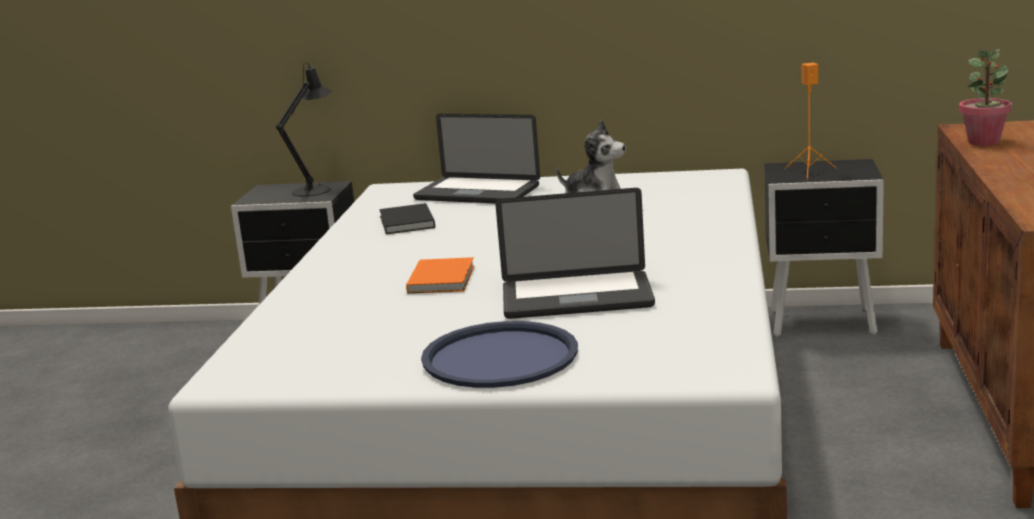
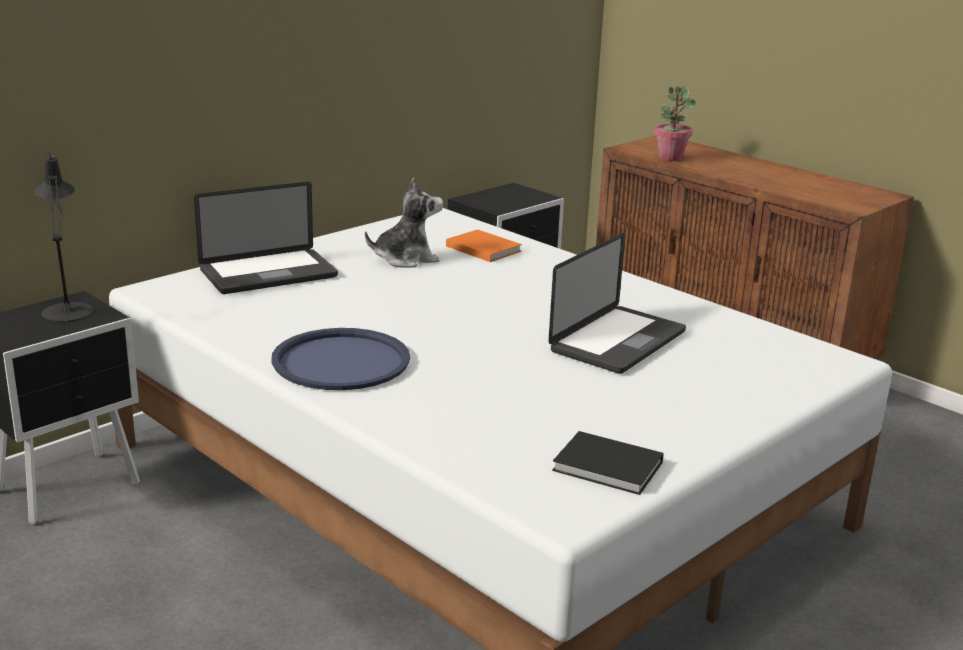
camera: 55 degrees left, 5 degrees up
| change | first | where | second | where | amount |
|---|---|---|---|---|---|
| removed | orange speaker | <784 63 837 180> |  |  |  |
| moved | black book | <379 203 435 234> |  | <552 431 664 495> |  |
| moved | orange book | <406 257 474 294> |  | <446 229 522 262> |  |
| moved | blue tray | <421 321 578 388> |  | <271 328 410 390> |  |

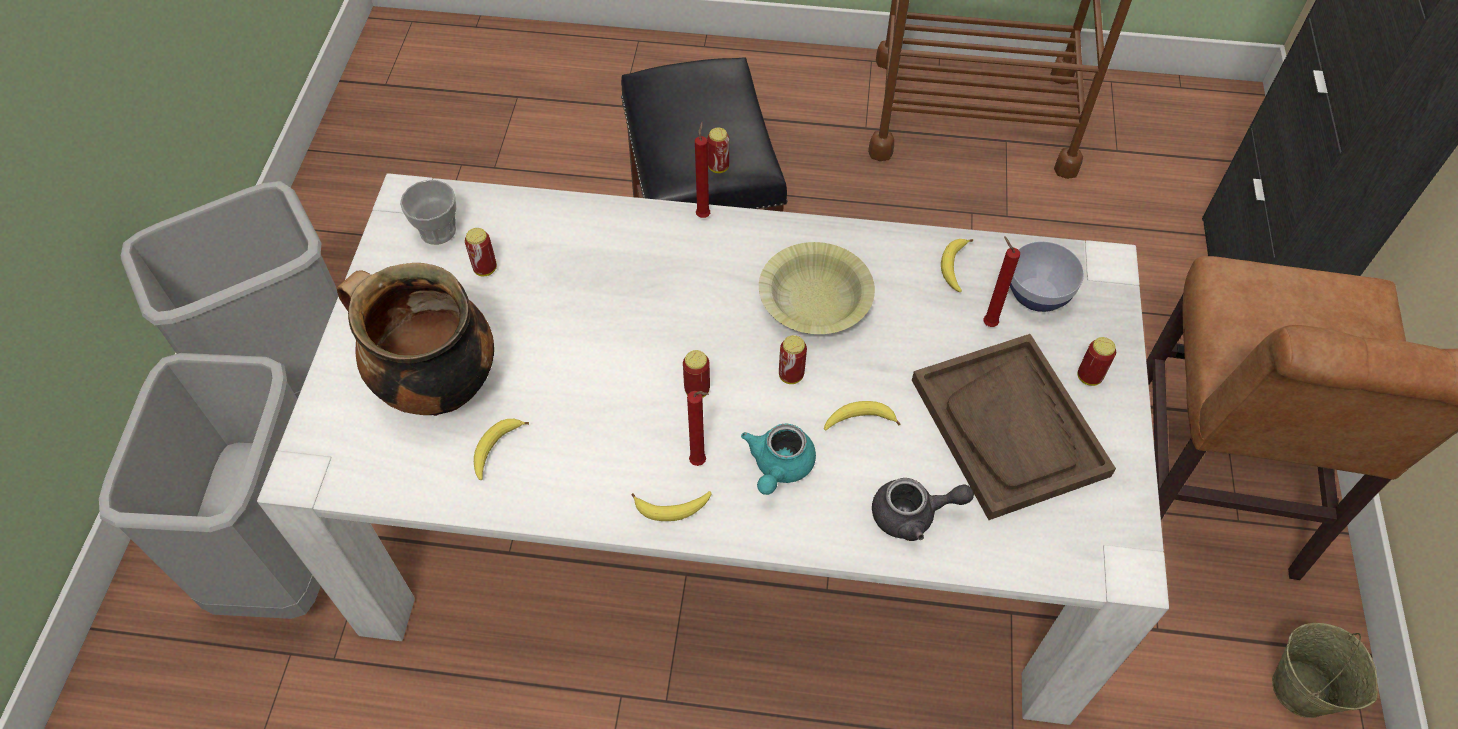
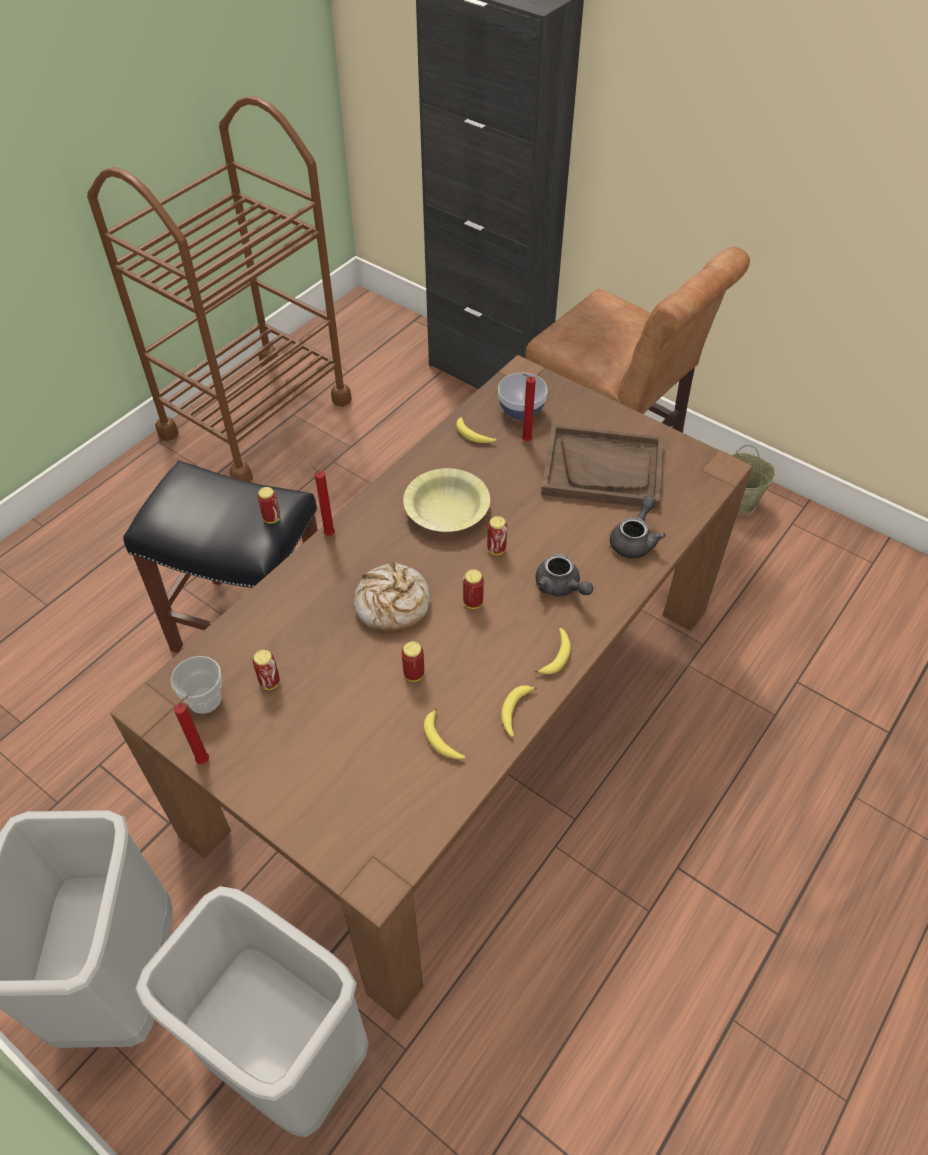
camera: 60 degrees left, 5 degrees down
| change | first | where | second | where | amount |
|---|---|---|---|---|---|
| removed | cooking pot | <337 263 494 416> |  |  |  |
| added |  |  | bread | <353 561 431 631> |  |
| moved | red candle | <687 391 709 466> |  | <174 695 209 764> |  |
| moved | banana | <824 401 900 431> |  | <501 685 537 737> |  |
| moved | can | <1078 337 1116 386> |  | <402 641 424 682> |  |
| recoloured | white dining table | <257 173 1169 725> | brown dining table | <110 355 753 1020> |  |
| recoloured | turquoise teapot | <741 424 816 495> | grey teapot | <536 554 593 596> |  |

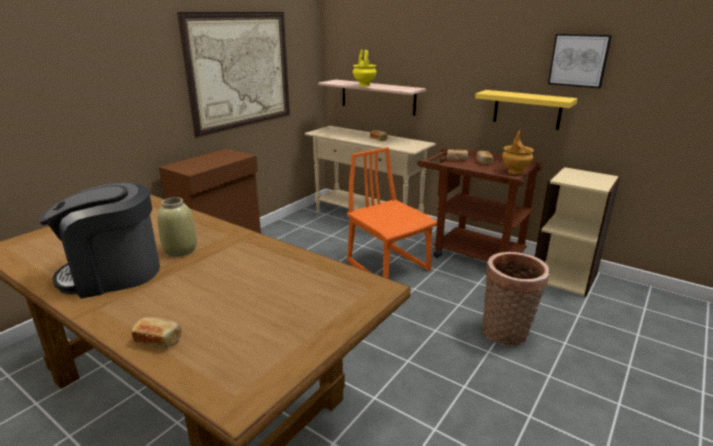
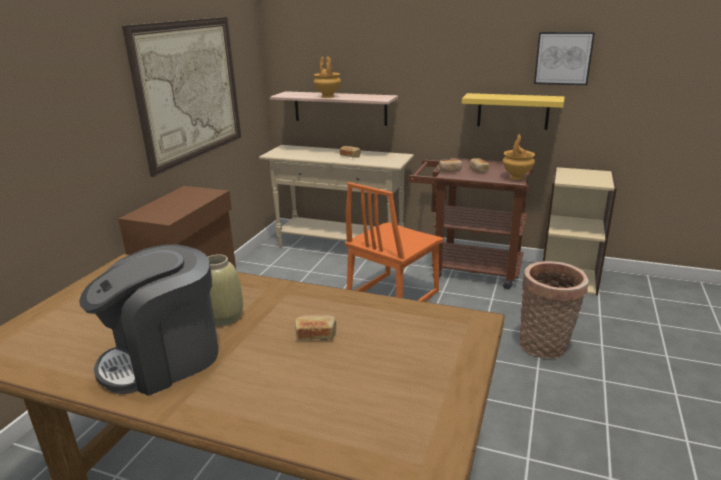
camera: 15 degrees left, 0 degrees up
| change | first | where | second | where | amount |
|---|---|---|---|---|---|
| moved | bread | <131 317 181 348> |  | <295 315 336 340> |  |
| recoloured | yellow vase | <353 50 377 87> | brown vase | <314 56 341 98> |  |
| turned | orange chair | <347 147 437 279> |  | <345 182 444 302> | 90 degrees counterclockwise |

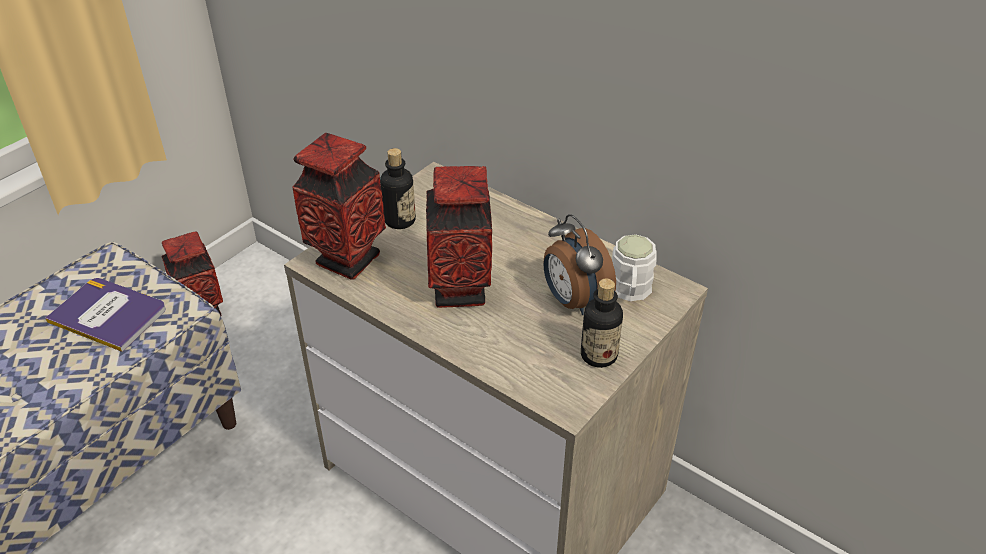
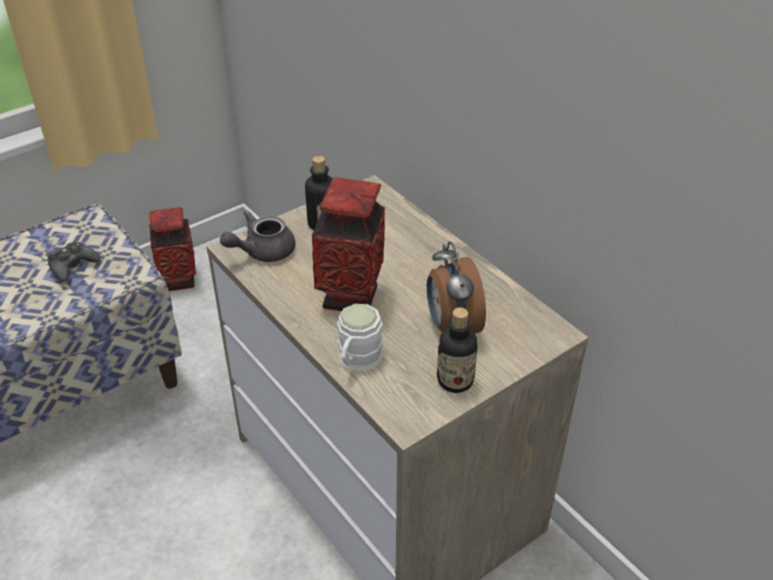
camera: 15 degrees right, 0 degrees up
| change | first | where | second | where | amount |
|---|---|---|---|---|---|
| moved | white mug | <612 234 657 301> |  | <337 304 383 371> |  |
| replaced | book | <45 278 166 352> | black game controller | <48 242 101 282> |  |
| replaced | vase | <292 133 386 279> | grey teapot | <220 210 295 262> |  |

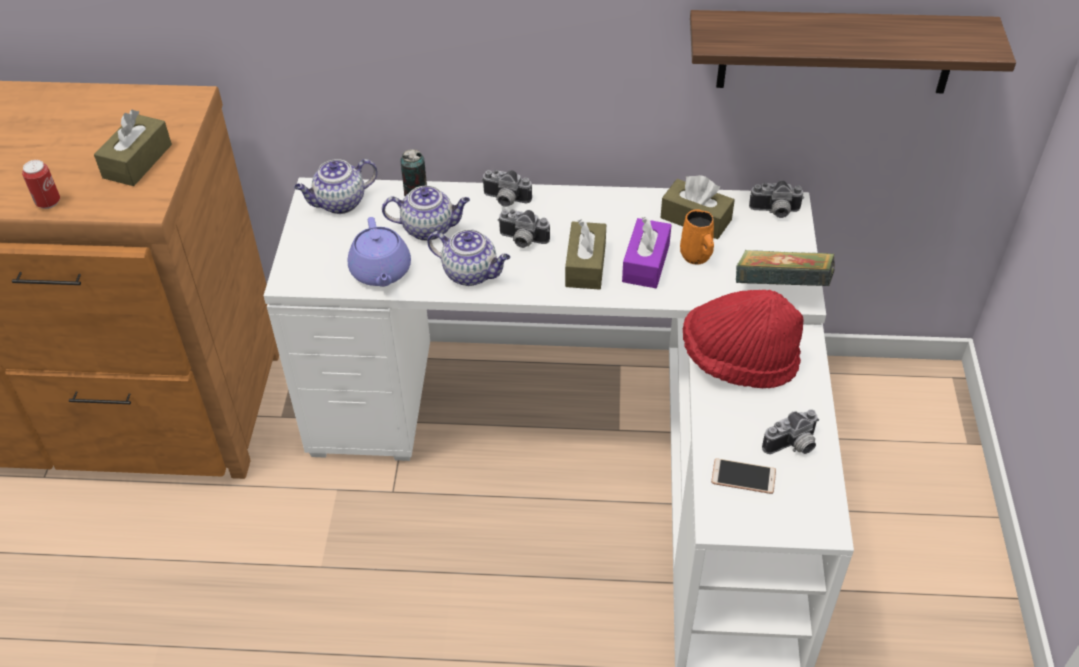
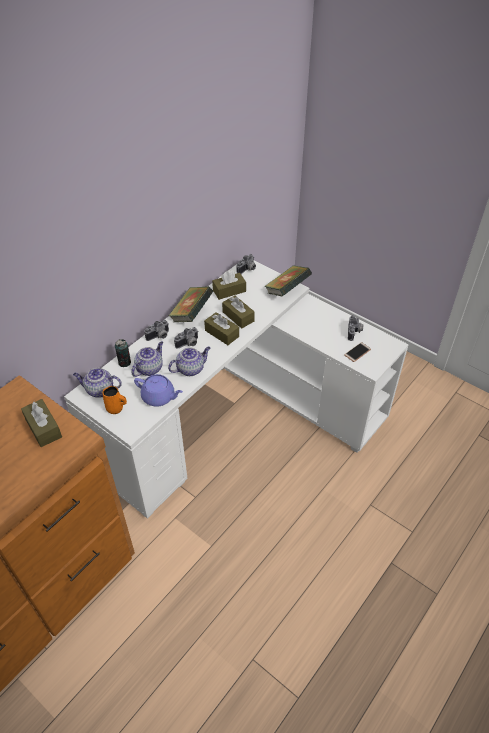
camera: 55 degrees left, 0 degrees up
| change | first | where | second | where | amount |
|---|---|---|---|---|---|
| removed | can | <22 160 60 209> |  |  |  |
| removed | red hat | <683 290 803 388> |  |  |  |
| removed | shelf | <690 10 1016 93> |  |  |  |
| added |  |  | book | <169 286 213 322> |  |
| moved | orange mug | <680 209 714 264> |  | <103 386 127 414> |  |
| recoloured | purple tissue box | <622 217 671 288> | brown tissue box | <222 296 255 329> |  |
| turned | teapot | <294 159 378 214> |  | <73 368 122 398> | 90 degrees clockwise |

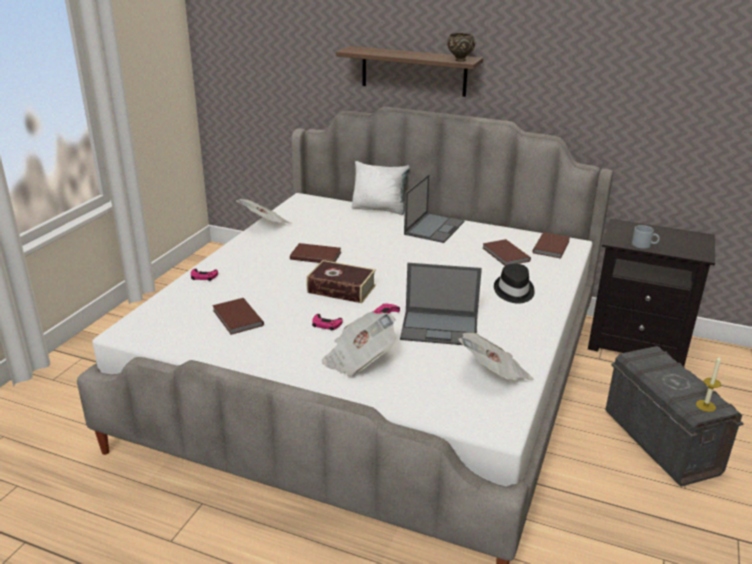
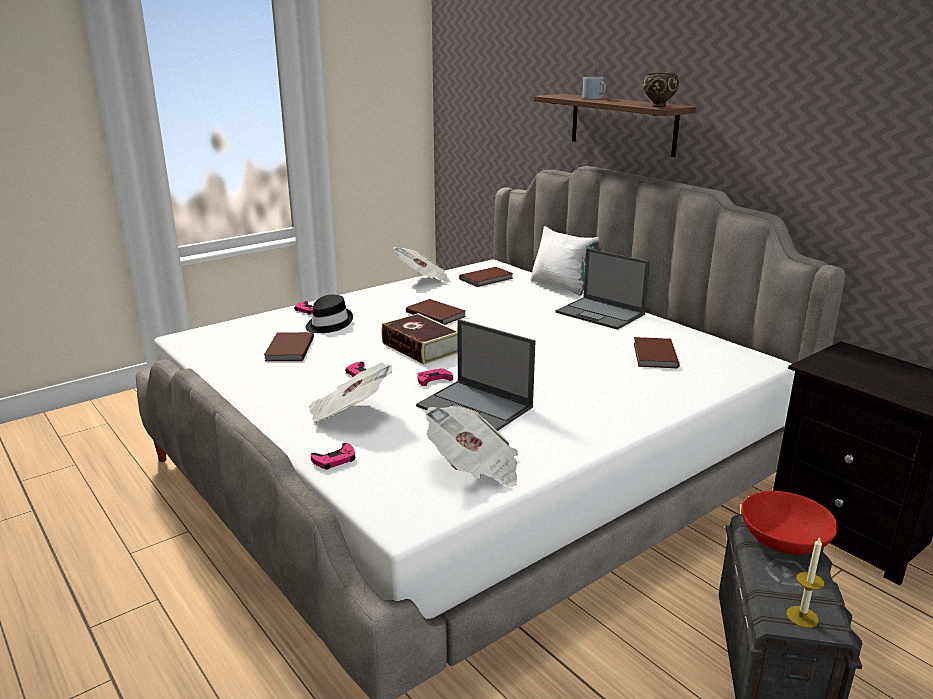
camera: 30 degrees right, 5 degrees down
| change | first | where | second | where | amount |
|---|---|---|---|---|---|
| added |  |  | pink game controller | <311 443 356 469> |  |
| added |  |  | red bowl | <741 491 838 555> |  |
| moved | black hat | <494 264 535 304> |  | <306 295 353 333> |  |
| moved | brown book | <532 232 570 259> |  | <459 267 514 287> |  |
| moved | grey mug | <632 225 660 249> |  | <582 77 606 99> |  |
| turned | laptop | <404 174 465 243> |  | <556 248 650 330> | 75 degrees clockwise |

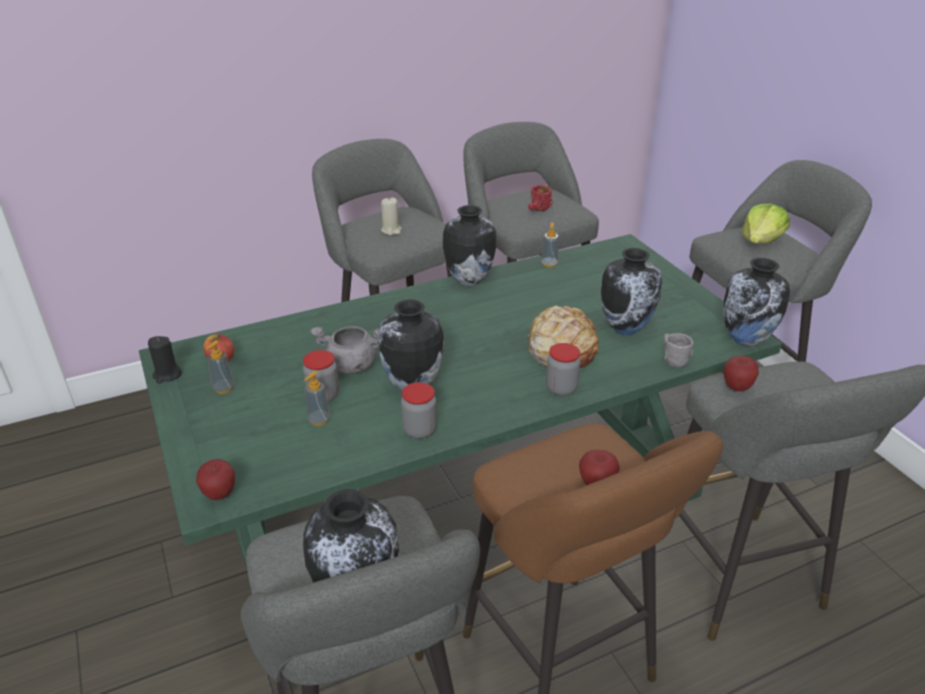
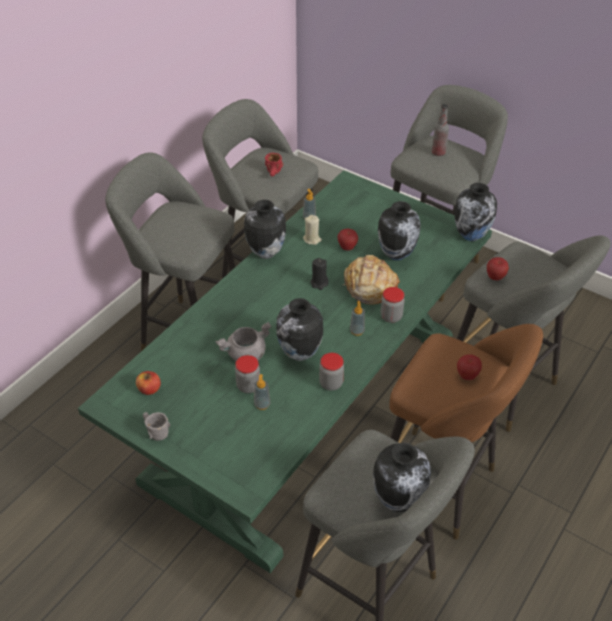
camera: 30 degrees left, 10 degrees up
| change | first | where | second | where | amount |
|---|---|---|---|---|---|
| moved | black candle | <148 336 182 383> |  | <310 258 329 290> |  |
| moved | apple | <196 459 235 500> |  | <338 229 358 251> |  |
| moved | soap dispenser | <206 340 234 394> |  | <350 301 365 336> |  |
| moved | beige candle | <381 197 402 235> |  | <303 215 322 245> |  |
| moved | grey mug | <663 333 694 368> |  | <143 412 170 441> |  |
| replaced | lettuce | <742 203 790 244> | bottle | <432 104 449 156> |  |

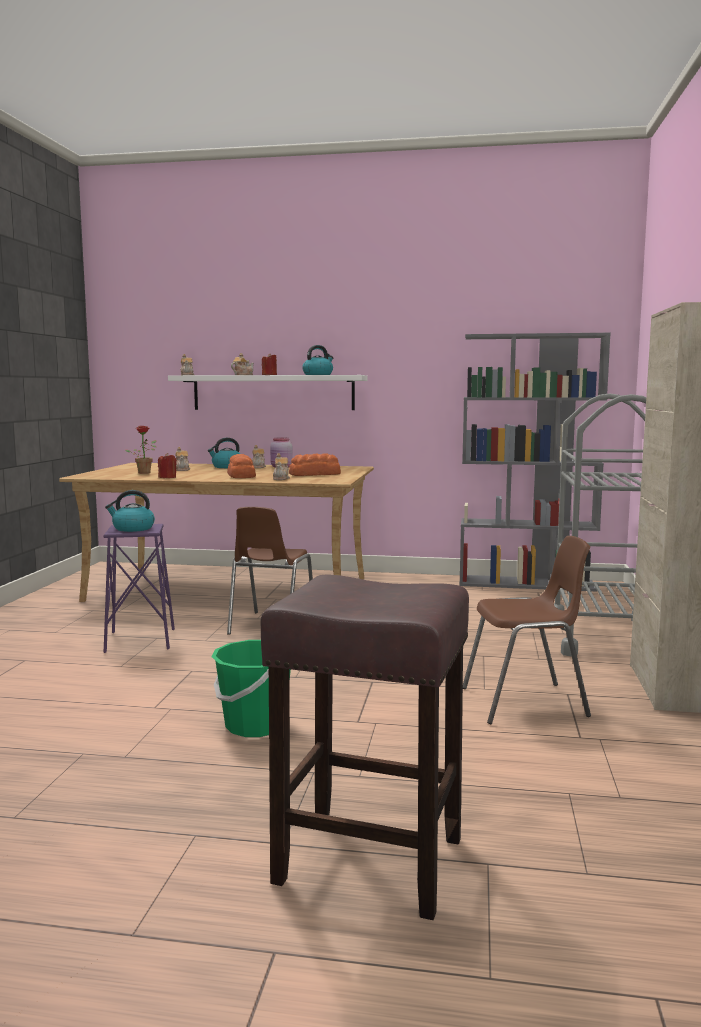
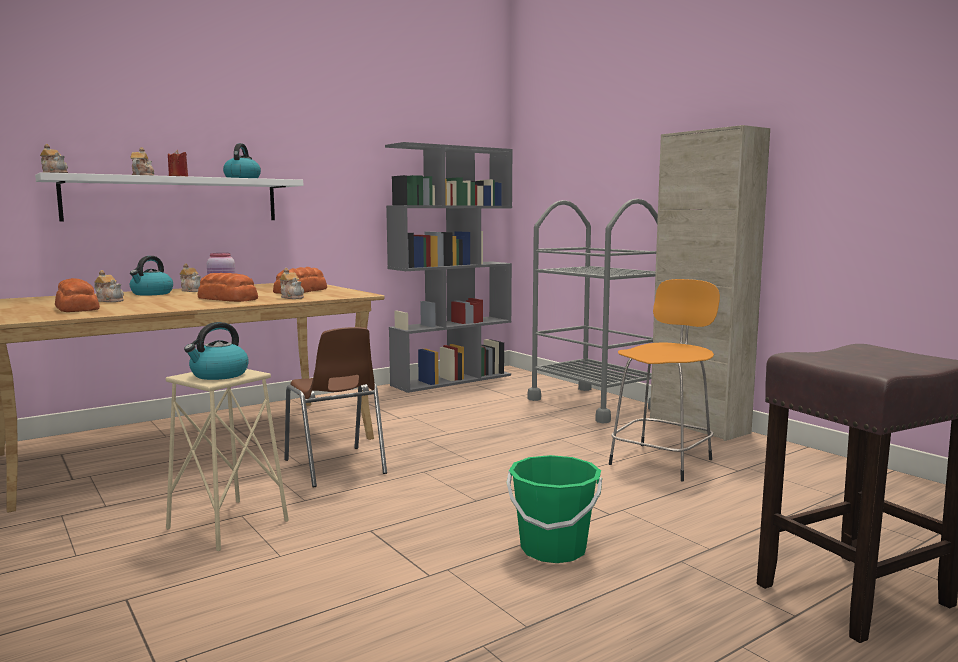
camera: 45 degrees left, 0 degrees up
| change | first | where | second | where | amount |
|---|---|---|---|---|---|
| removed | red candle | <158 453 177 478> |  |  |  |
| replaced | potted plant | <125 426 156 474> | bread | <55 278 100 312> |  |
| replaced | brown chair | <463 536 591 724> | orange stool | <609 279 720 482> |  |
| recoloured | purple stool | <103 524 175 653> | beige stool | <166 369 289 551> |  |

